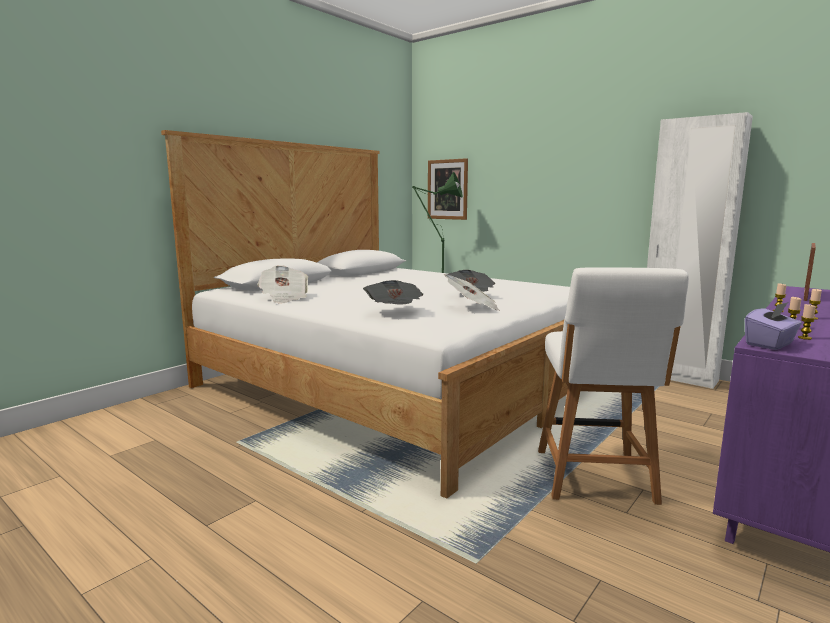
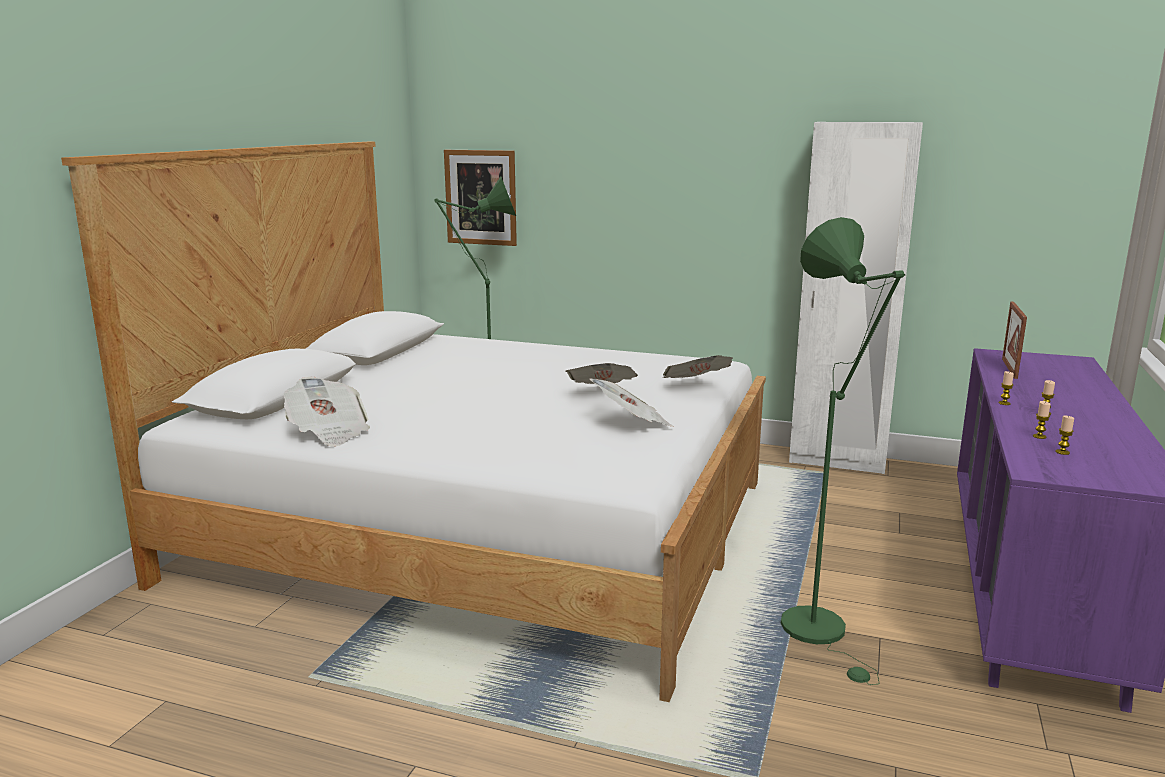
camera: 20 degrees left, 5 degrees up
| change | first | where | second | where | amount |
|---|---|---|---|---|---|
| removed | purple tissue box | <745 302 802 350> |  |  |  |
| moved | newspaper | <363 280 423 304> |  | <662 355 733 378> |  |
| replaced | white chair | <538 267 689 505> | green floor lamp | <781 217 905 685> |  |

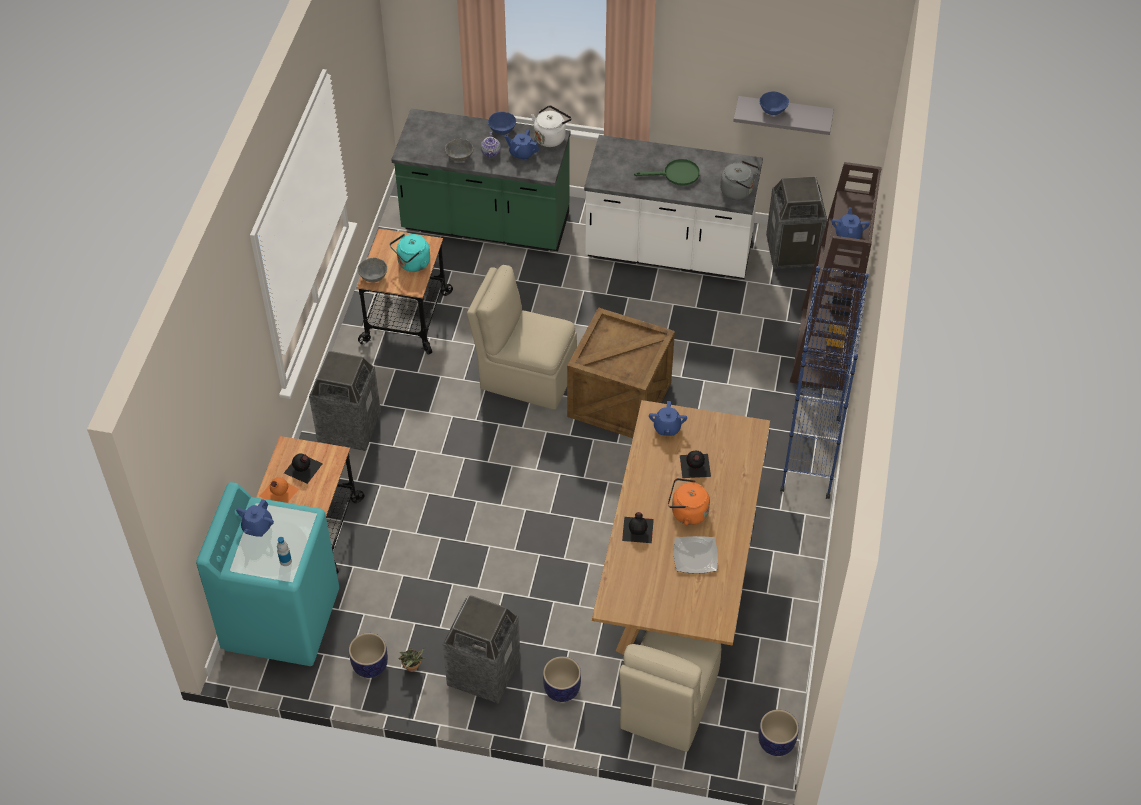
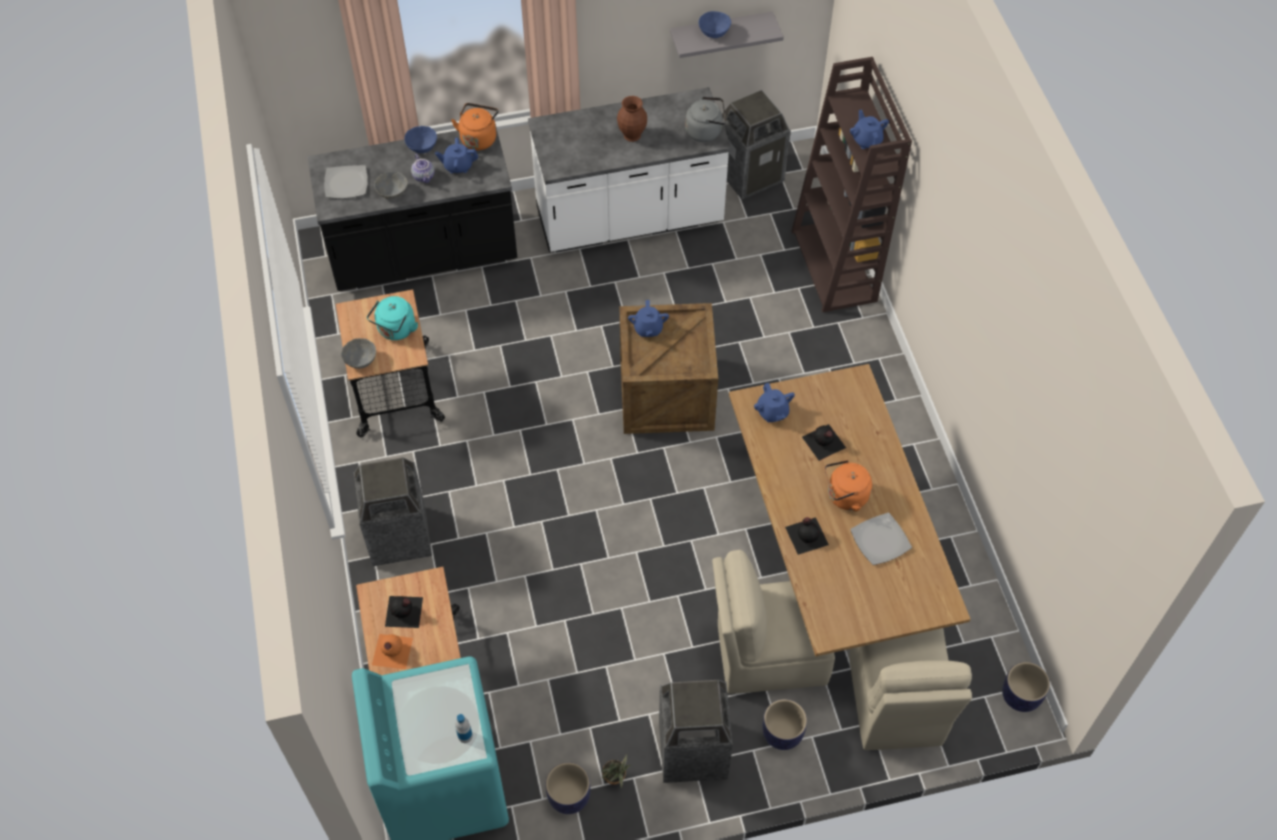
camera: 25 degrees left, 5 degrees up
| change | first | where | second | where | amount |
|---|---|---|---|---|---|
| removed | blue bookcase | <780 266 869 499> |  |  |  |
| added |  |  | plate | <324 165 368 199> |  |
| moved | blue teapot | <236 499 274 537> |  | <628 300 669 337> |  |
| moved | beige chair | <467 265 577 410> |  | <712 550 835 694> |  |
| replaced | green frying pan | <634 159 700 186> | brown vase | <617 96 647 142> |  |
| recoloured | green counter | <391 108 571 251> | black counter | <307 124 517 291> |  |
| recoloured | white kettle | <532 105 572 147> | orange kettle | <451 103 498 150> |  |

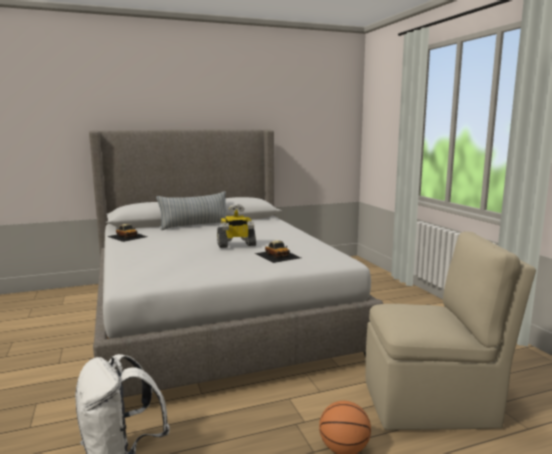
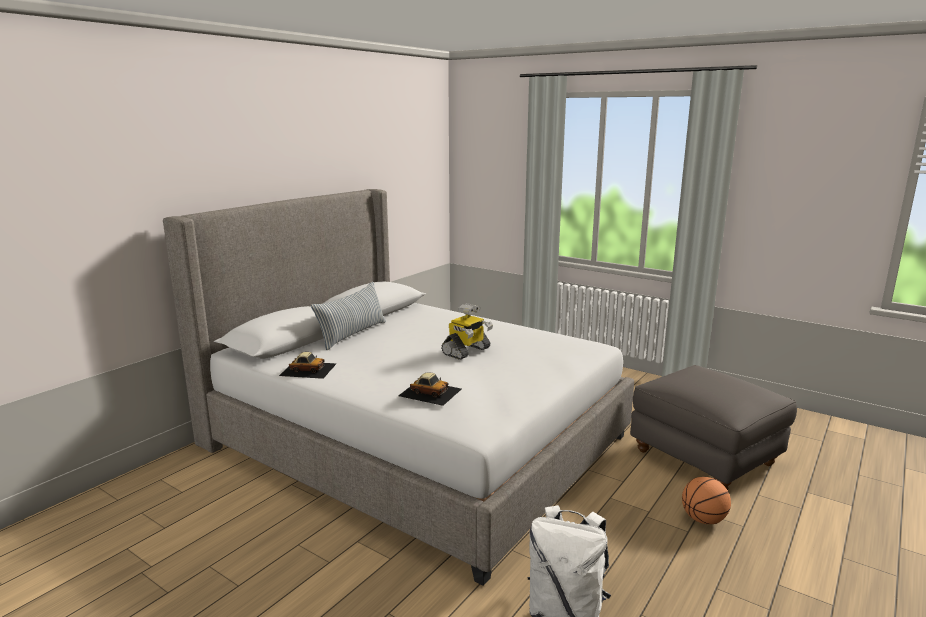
camera: 35 degrees left, 5 degrees up
| change | first | where | second | where | amount |
|---|---|---|---|---|---|
| moved | toy car | <255 240 301 263> |  | <398 372 461 406> |  |
| replaced | beige chair | <365 231 536 430> | grey ottoman | <630 365 797 490> |  |

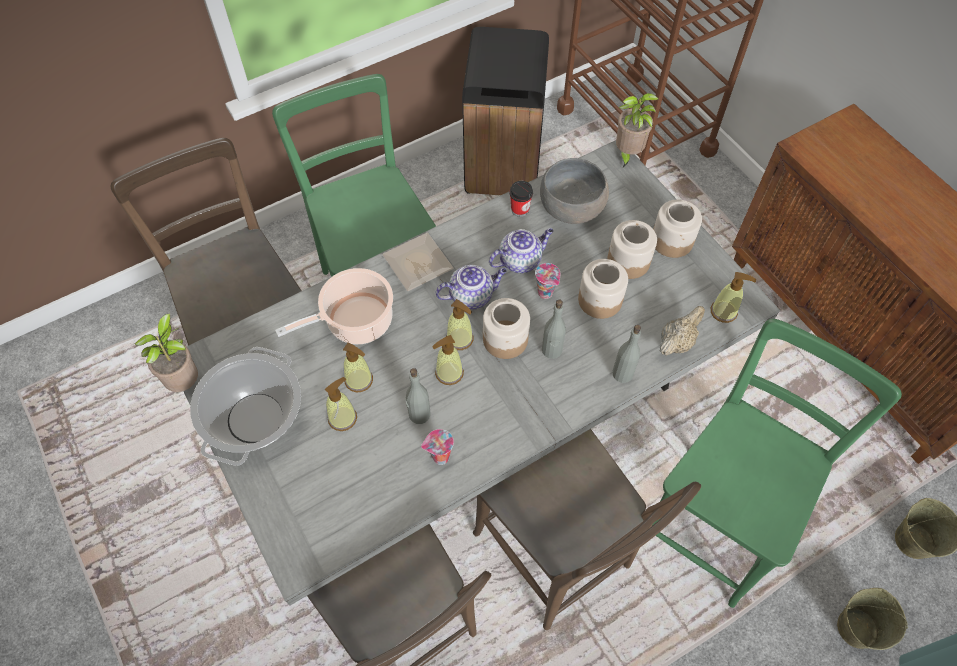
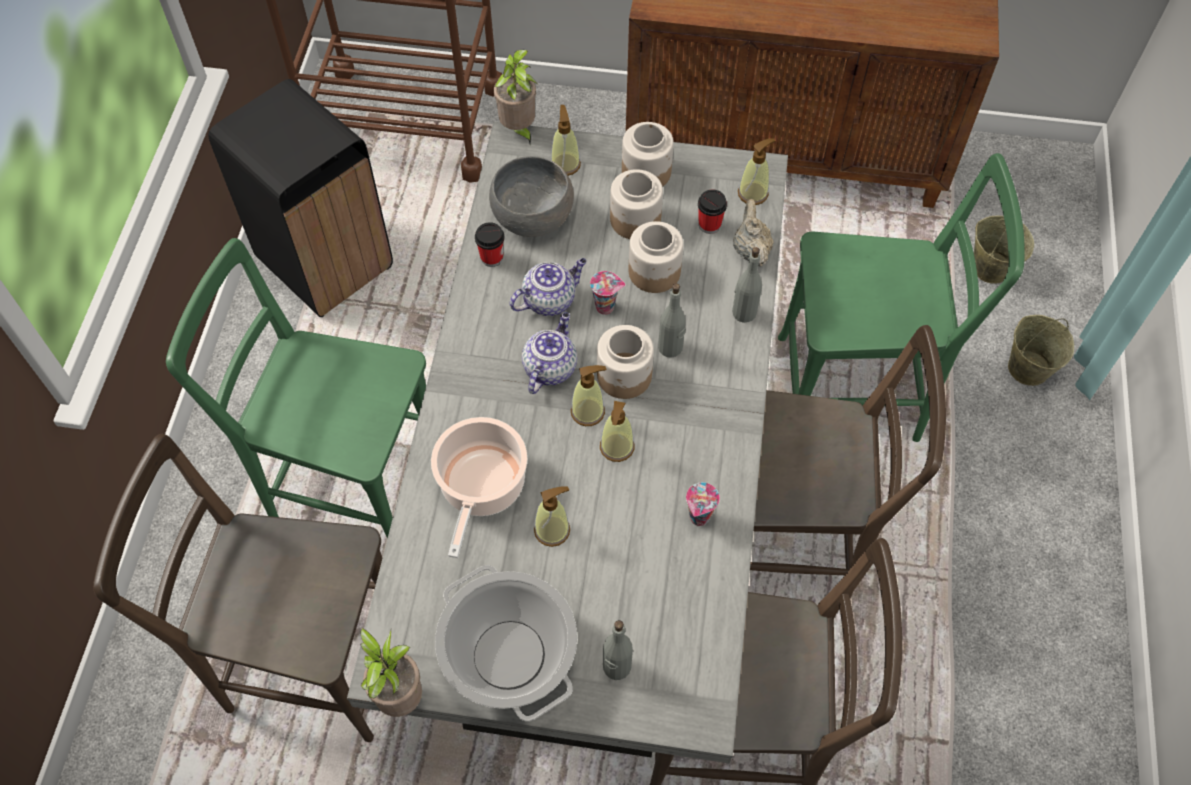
camera: 50 degrees left, 0 degrees up
| change | first | where | second | where | amount |
|---|---|---|---|---|---|
| removed | plate | <382 233 453 291> |  |  |  |
| added |  |  | cup | <698 190 727 234> |  |
| moved | soap dispenser | <325 377 357 431> |  | <551 105 581 176> |  |
| moved | grey bottle | <405 368 430 424> |  | <603 620 633 680> |  |
| turned | teapot | <489 228 554 273> |  | <509 258 587 316> | 45 degrees clockwise |
| turned | green chair | <652 319 902 608> |  | <778 153 1025 442> | 105 degrees clockwise |

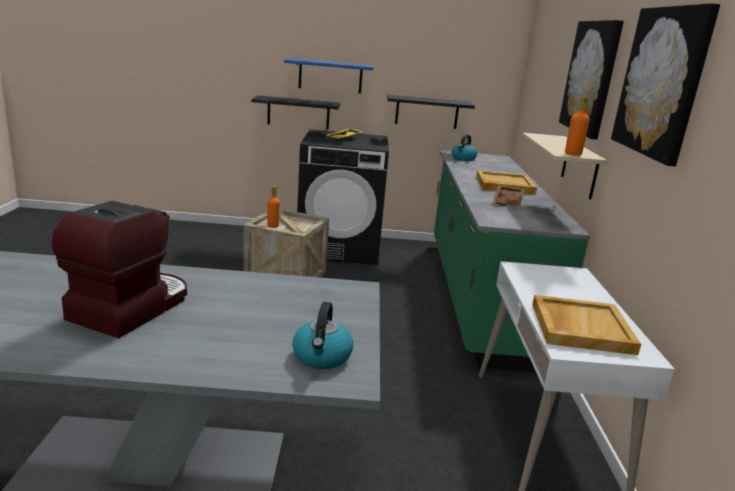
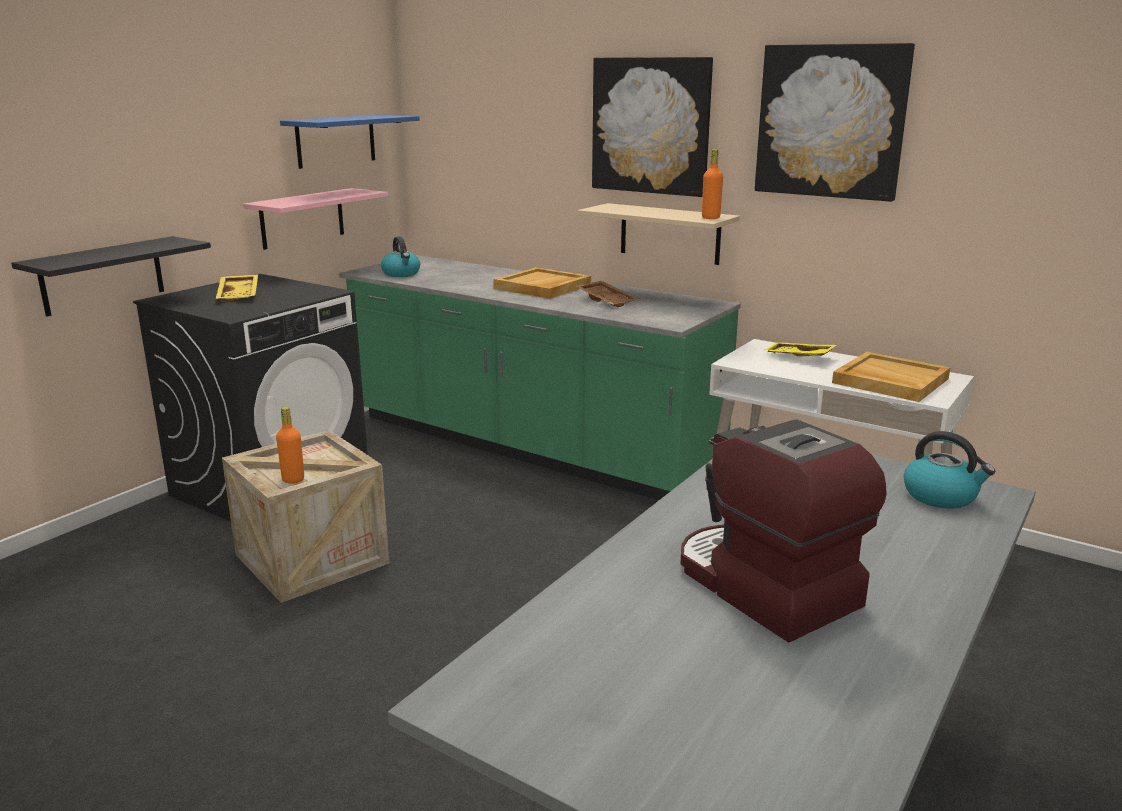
camera: 55 degrees left, 0 degrees up
| change | first | where | second | where | amount |
|---|---|---|---|---|---|
| added |  |  | yellow tray | <764 343 837 356> |  |
| moved | blue shelf | <284 58 374 94> |  | <280 115 420 169> |  |
| recoloured | black shelf | <387 95 475 129> | pink shelf | <243 188 388 250> |  |

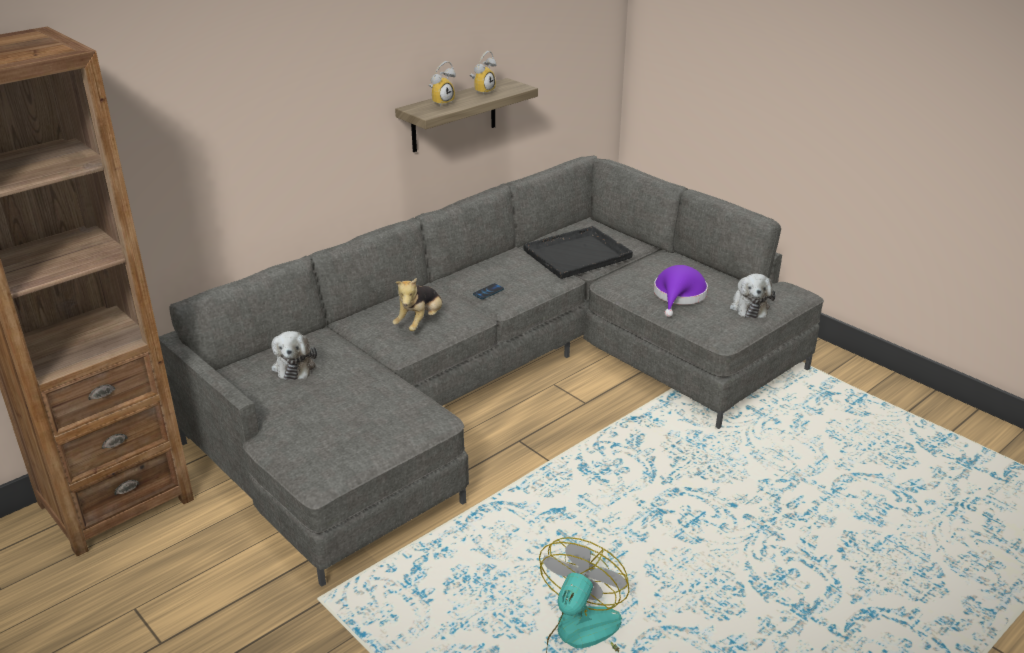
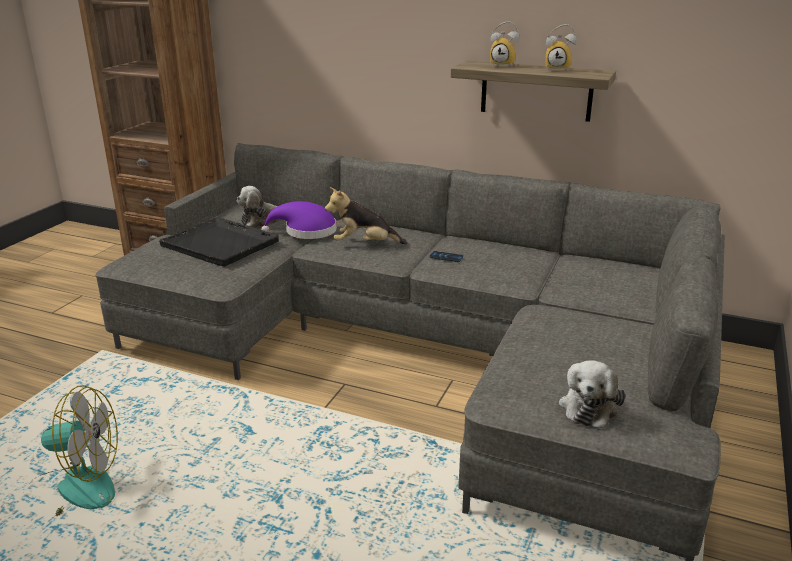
camera: 65 degrees right, 5 degrees down
| change | first | where | second | where | amount |
|---|---|---|---|---|---|
| moved | black tray | <523 226 633 279> |  | <159 217 279 267> |  |
| moved | purple hat | <654 265 708 317> |  | <261 201 337 239> |  |
| turned | plush toy | <730 274 775 318> |  | <559 360 625 429> | 45 degrees counterclockwise |

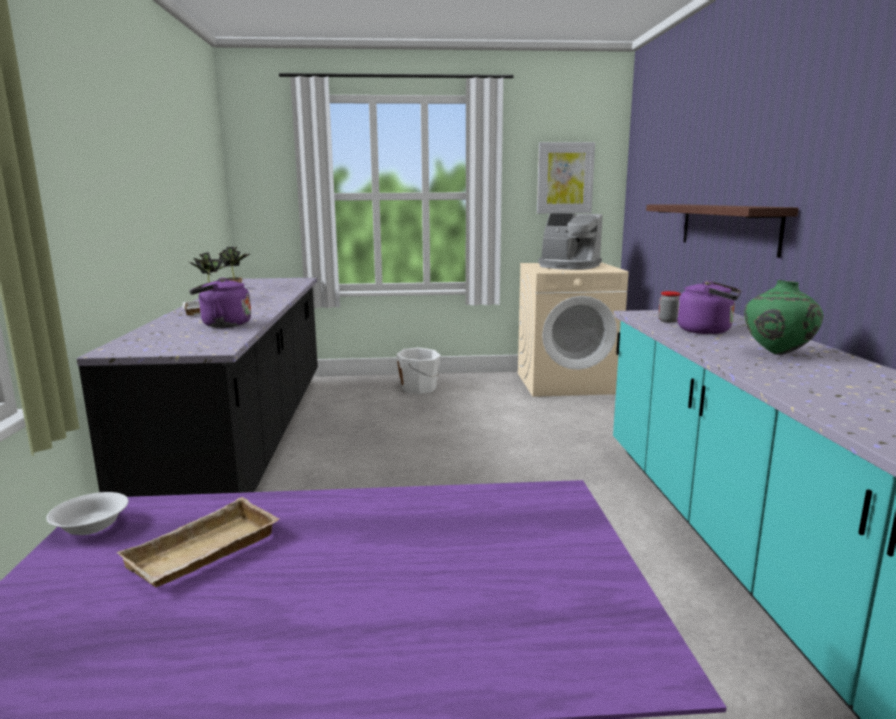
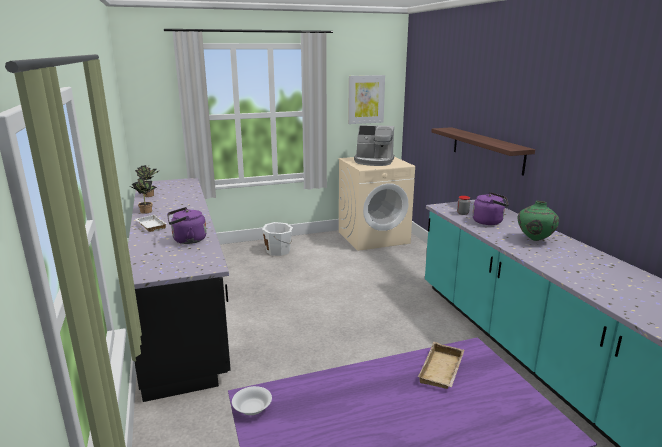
camera: 15 degrees left, 5 degrees up
| change | first | where | second | where | amount |
|---|---|---|---|---|---|
| moved | beige tray | <116 497 279 587> |  | <418 342 464 389> |  |

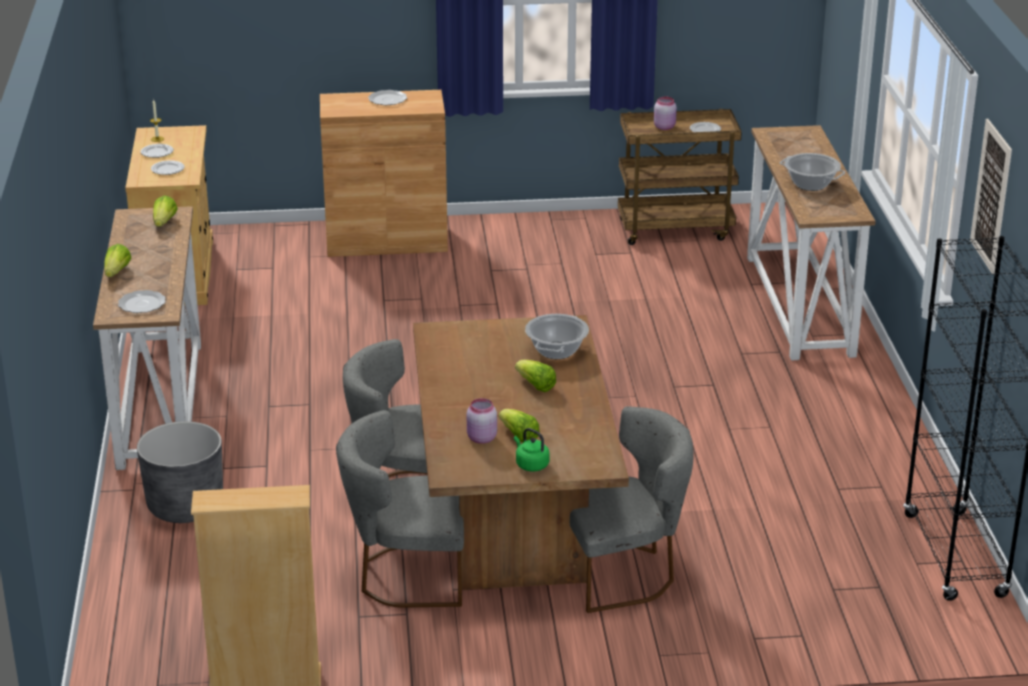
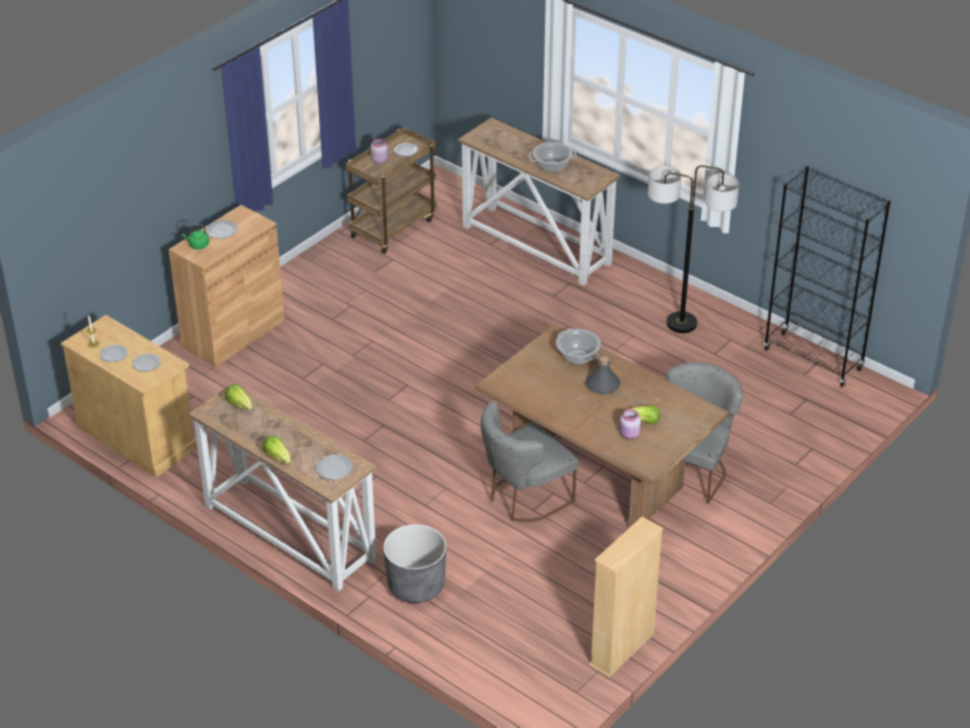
camera: 45 degrees left, 10 degrees up
| change | first | where | second | where | amount |
|---|---|---|---|---|---|
| removed | grey chair | <336 410 464 608> |  |  |  |
| removed | picture | <970 119 1012 275> |  |  |  |
| added |  |  | floor lamp | <648 165 739 333> |  |
| moved | green kettle | <514 428 549 472> |  | <182 224 209 250> |  |
| replaced | lettuce | <515 360 556 392> | grey bottle | <586 356 620 394> |  |

